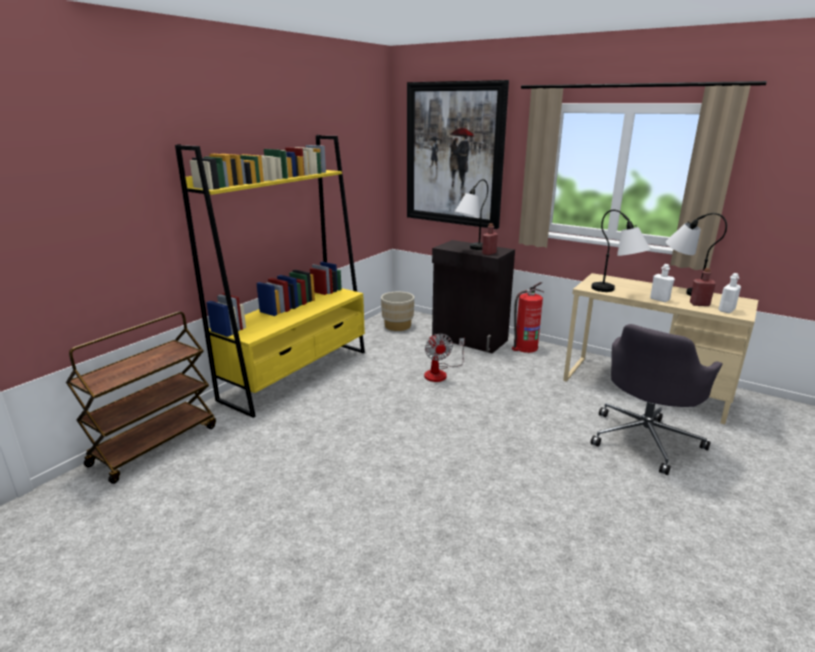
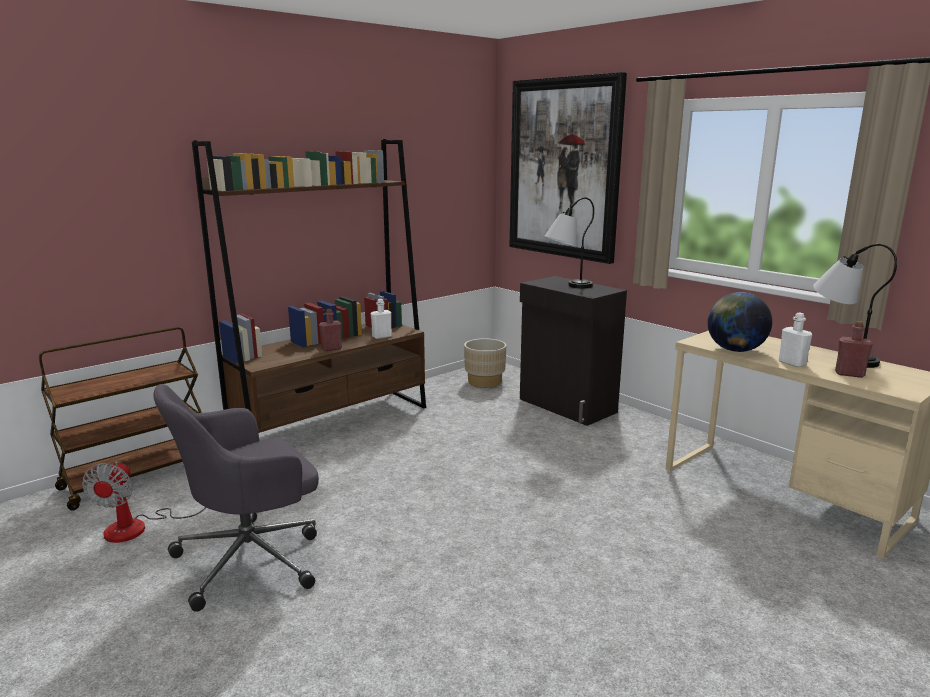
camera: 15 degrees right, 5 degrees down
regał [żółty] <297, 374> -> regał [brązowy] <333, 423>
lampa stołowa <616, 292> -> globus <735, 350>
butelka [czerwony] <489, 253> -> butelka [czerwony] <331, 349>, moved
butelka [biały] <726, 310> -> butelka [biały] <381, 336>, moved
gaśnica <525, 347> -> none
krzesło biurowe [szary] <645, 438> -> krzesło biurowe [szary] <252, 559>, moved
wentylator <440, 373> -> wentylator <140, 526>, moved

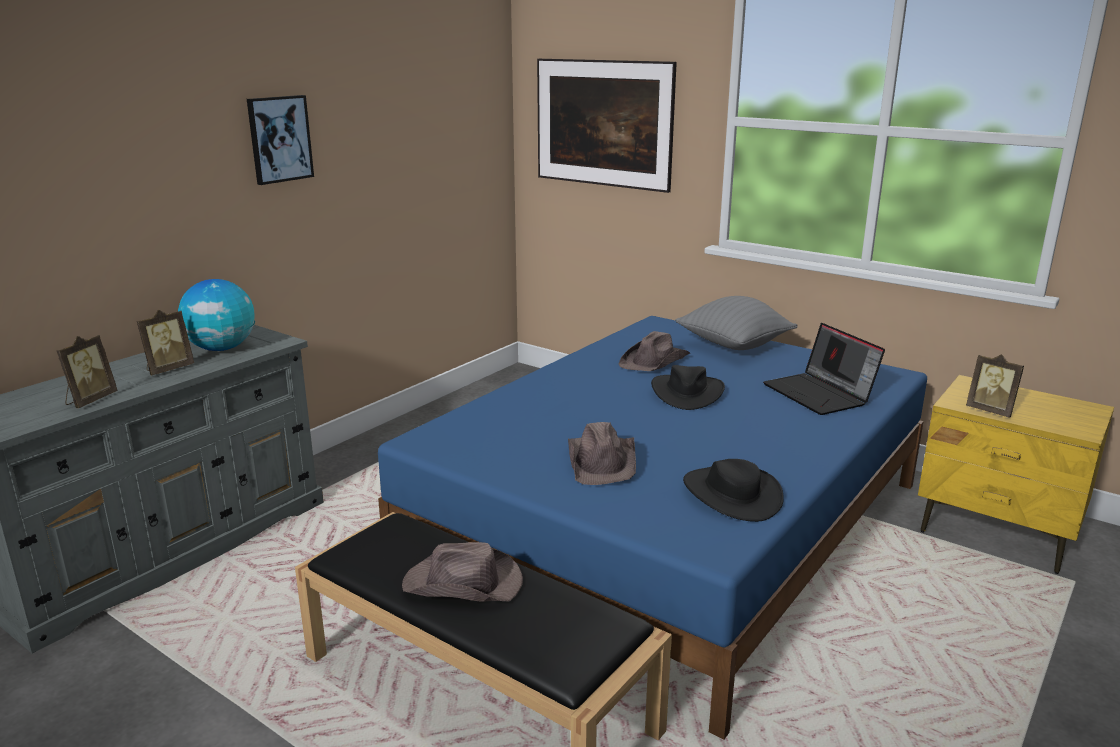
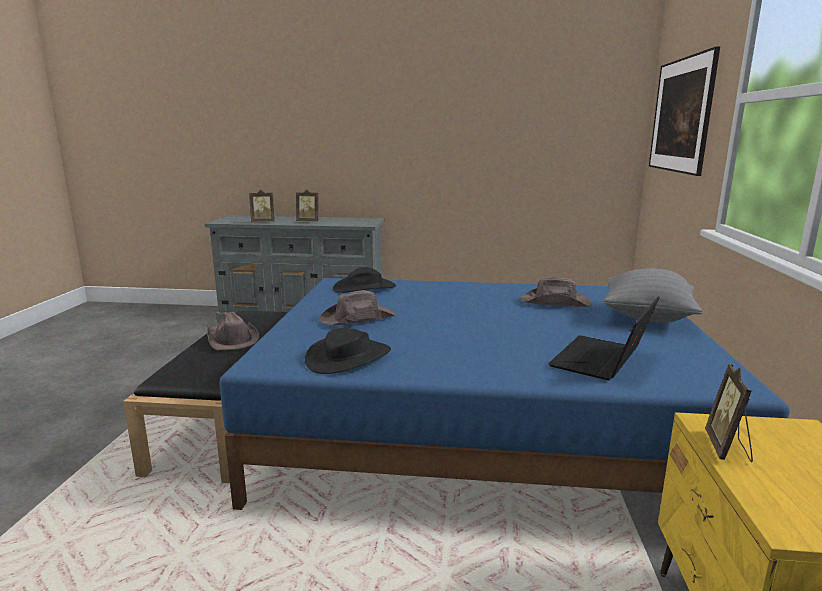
camera: 60 degrees right, 5 degrees down
obraz <279, 139> -> none
globus <222, 348> -> none
kapelusz [czarny] <687, 392> -> kapelusz [czarny] <364, 287>, moved

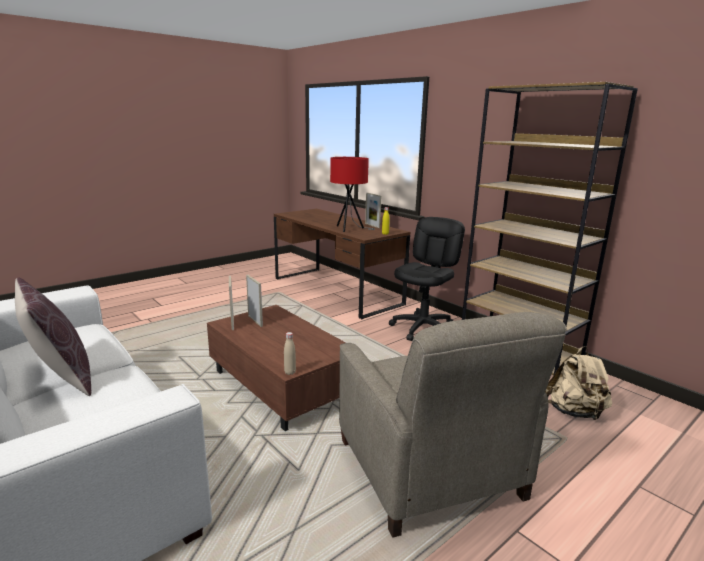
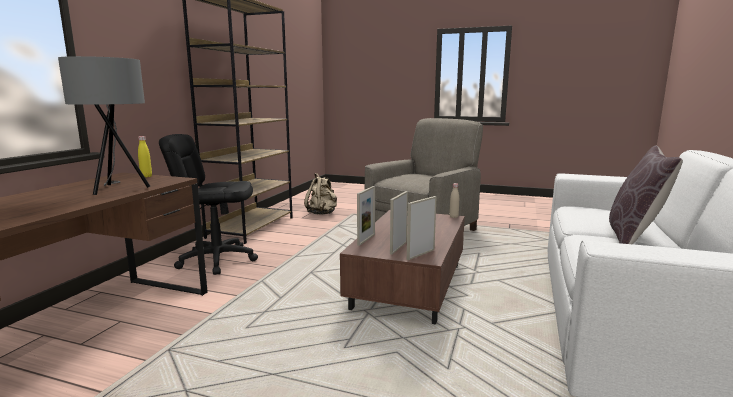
camera: 120 degrees left, 5 degrees down
lampa stołowa [czerwony] <350, 229> -> lampa stołowa [szary] <118, 189>
ramka na zdjęcie <372, 226> -> ramka na zdjęcie <366, 239>, moved

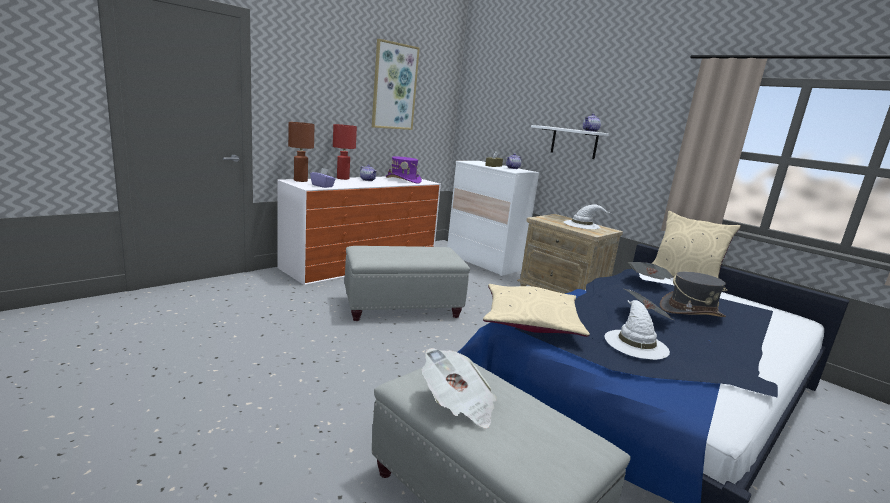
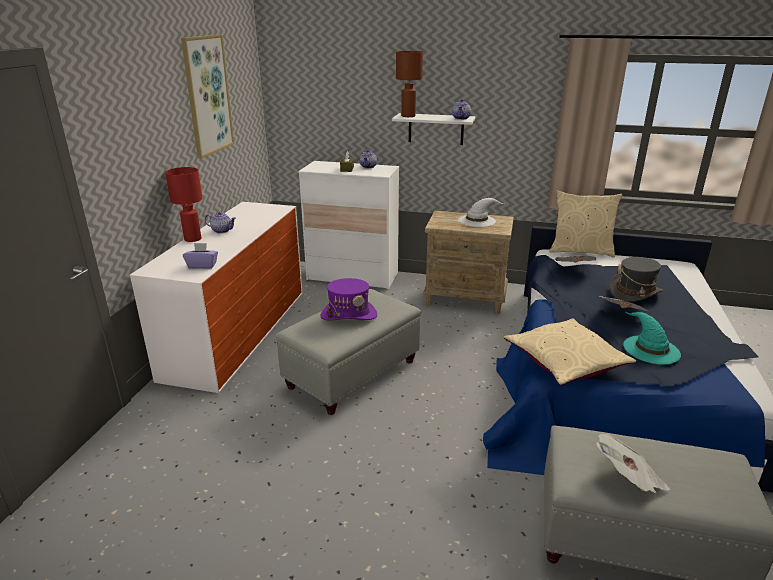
camera: 30 degrees left, 10 degrees up
lampa stołowa [brązowy] <301, 180> -> lampa stołowa [brązowy] <408, 116>, moved
kapelusz [fioletowy] <403, 180> -> kapelusz [fioletowy] <349, 315>, moved
kapelusz [biały] <635, 343> -> kapelusz [turkusowy] <650, 349>

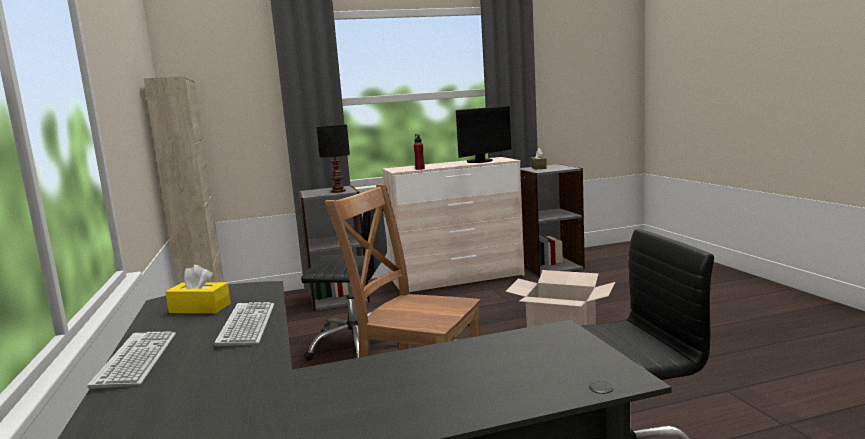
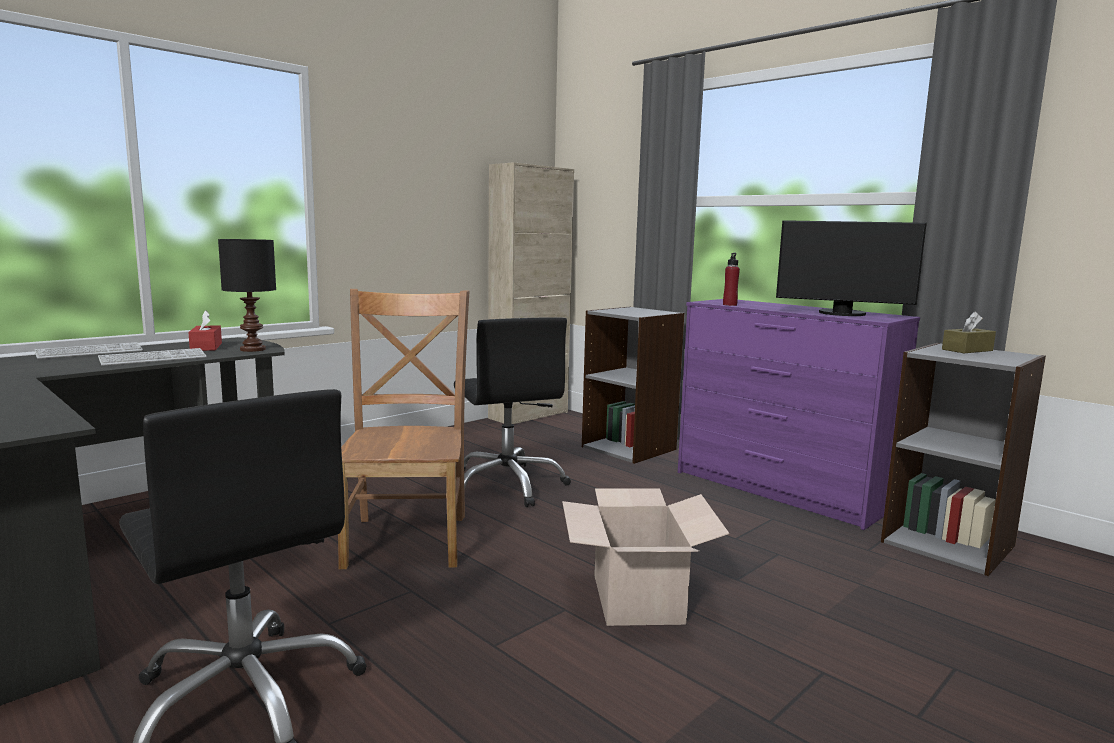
camera: 60 degrees right, 0 degrees up
lampa stołowa [czarny] <338, 191> -> lampa stołowa [czarny] <252, 349>, moved
komoda [beżowy] <458, 279> -> komoda [fioletowy] <779, 490>
pudełko chusteczek [żółty] <200, 308> -> pudełko chusteczek [czerwony] <206, 347>

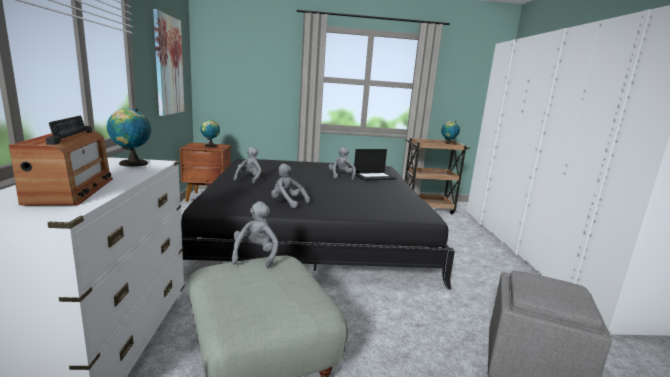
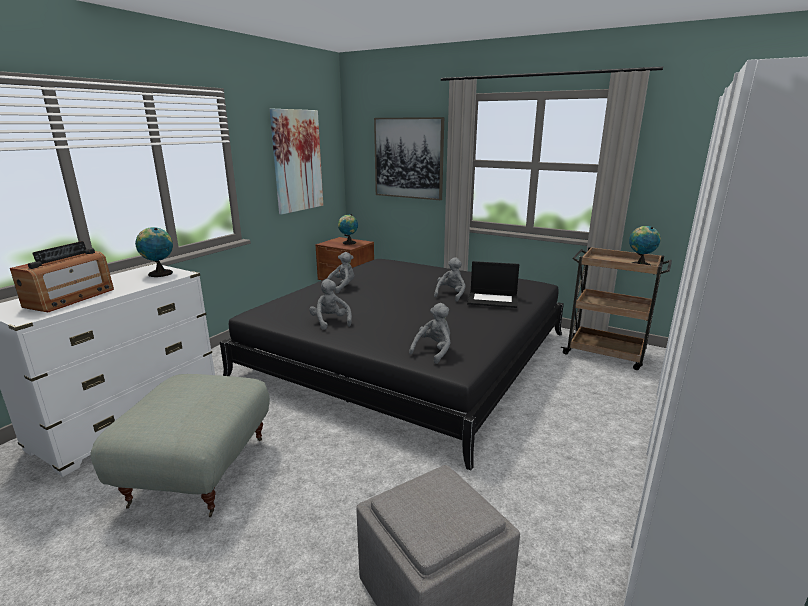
camera: 35 degrees right, 5 degrees up
pluszak [szary] <255, 255> -> pluszak [szary] <434, 351>, moved
none -> obraz <408, 158>

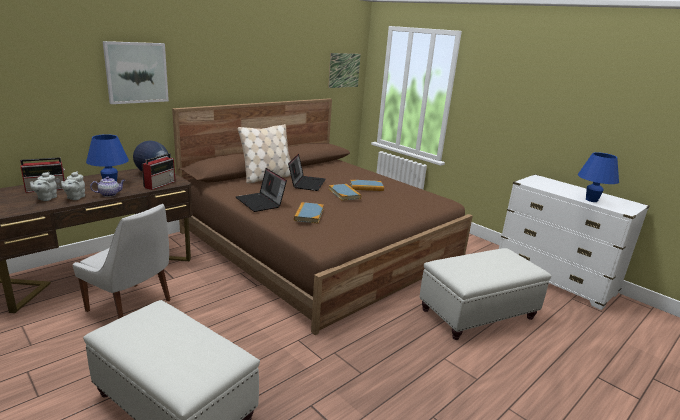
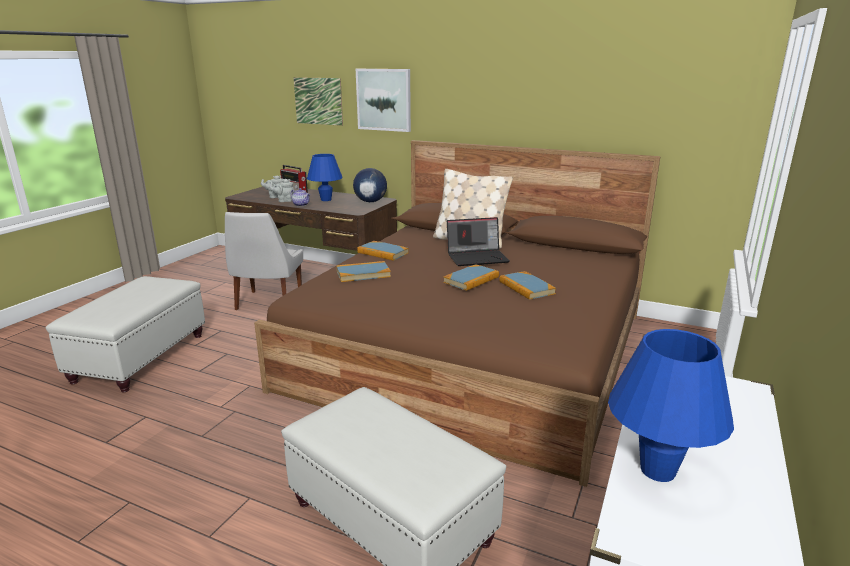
camera: 70 degrees right, 0 degrees up
obraz <344, 70> -> obraz <318, 101>, moved
radio <160, 184> -> none
laptop <261, 202> -> książka <383, 253>

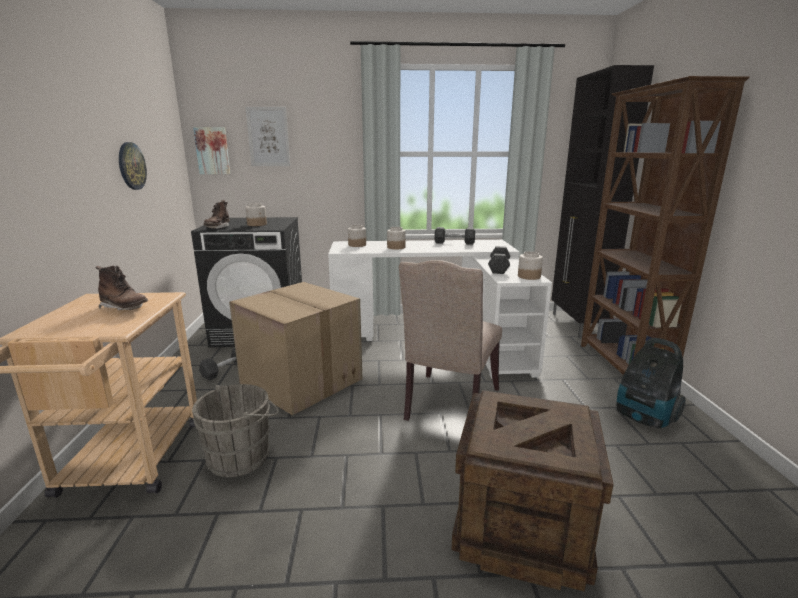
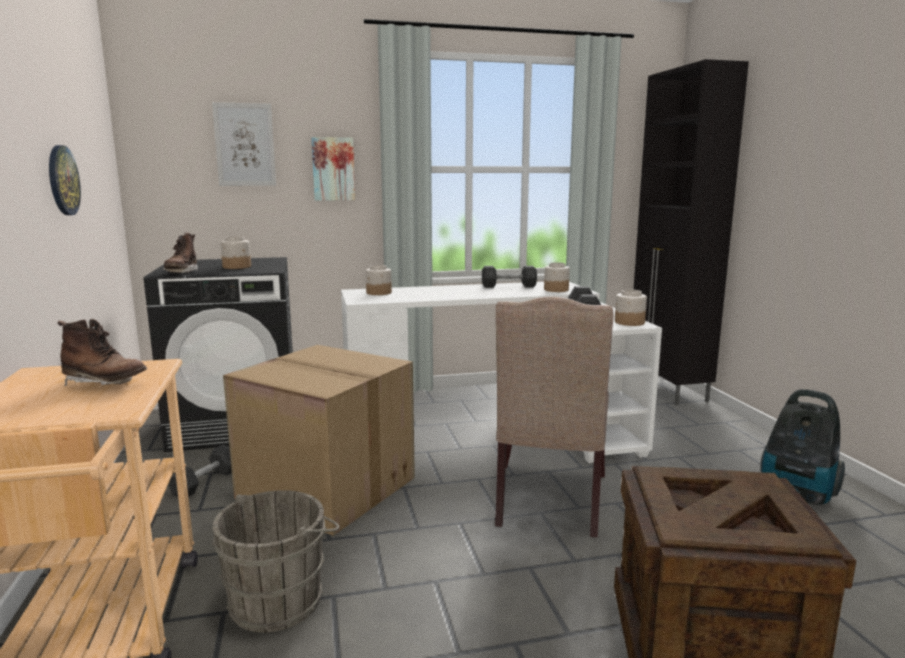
camera: 10 degrees left, 5 degrees down
regał [brązowy] <622, 366> -> none
obraz <213, 151> -> obraz <333, 169>, moved
słoik <396, 247> -> słoik <556, 290>, moved

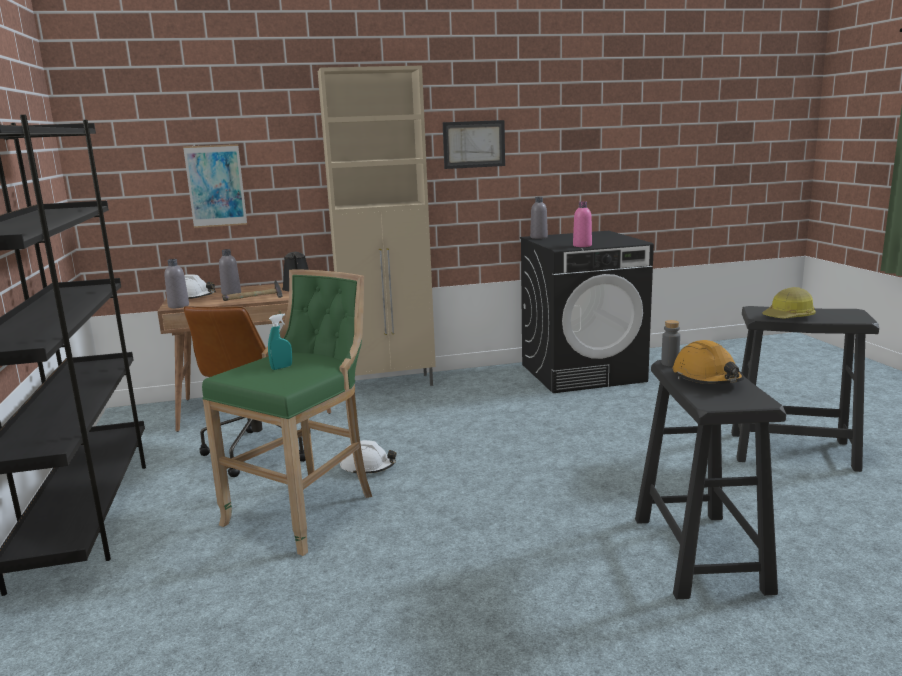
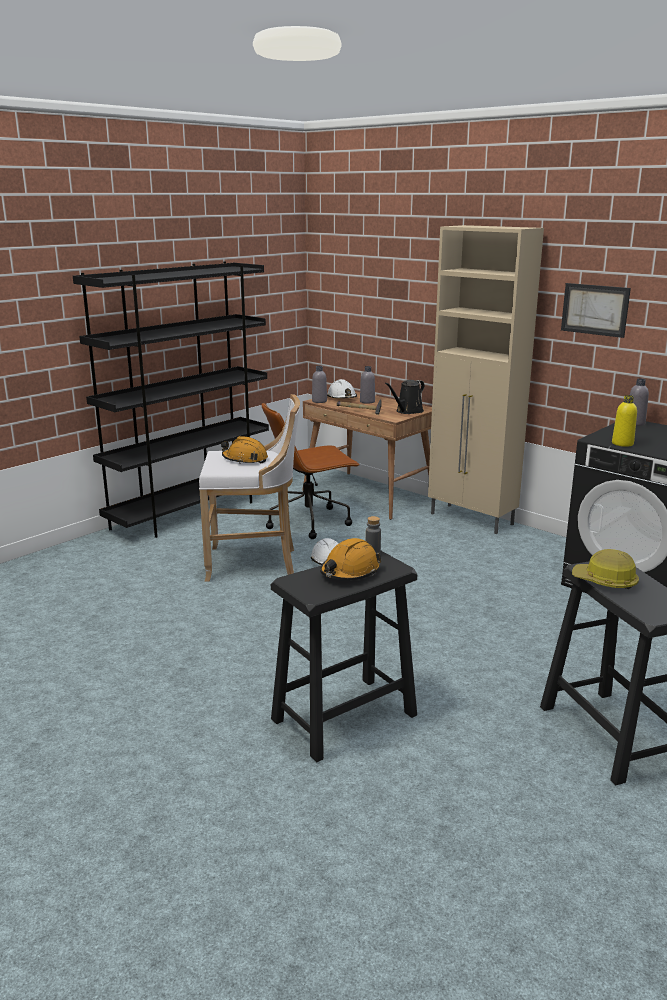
camera: 55 degrees right, 5 degrees up
obraz <216, 186> -> none
butelka [różowy] <582, 245> -> butelka [żółty] <622, 443>
stołek [zielony] <306, 510> -> stołek [biały] <254, 563>
spryskiwacz [turkusowy] <281, 367> -> kask [pomarańczowy] <245, 459>

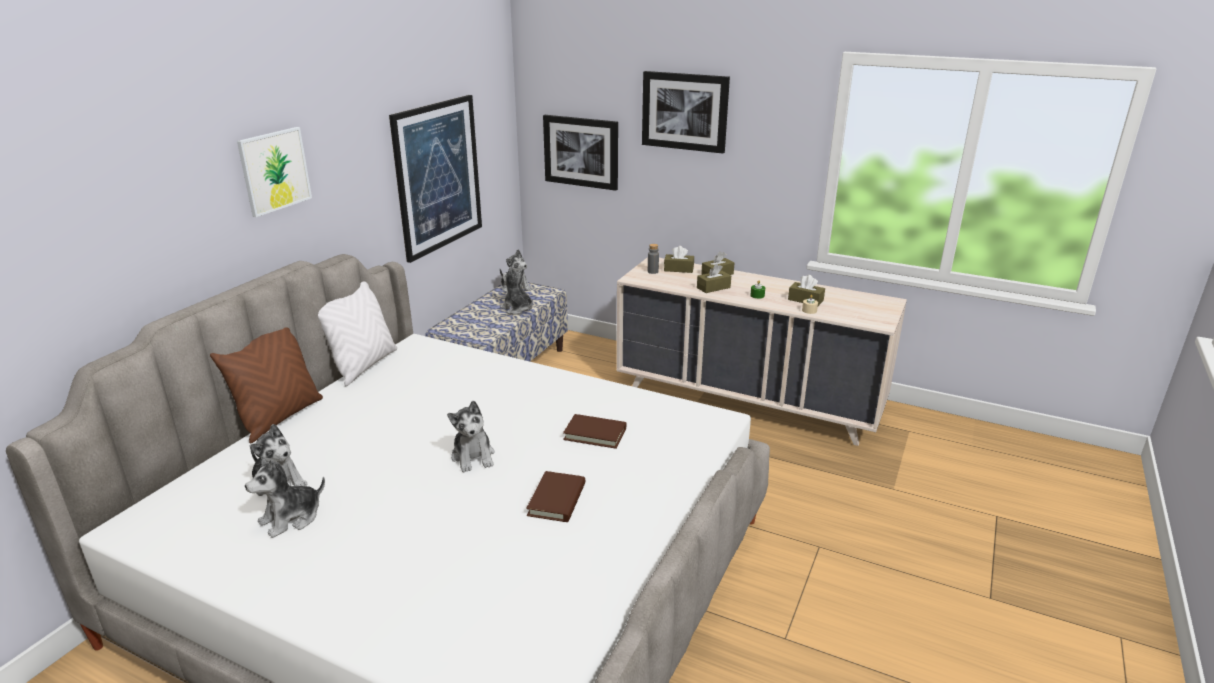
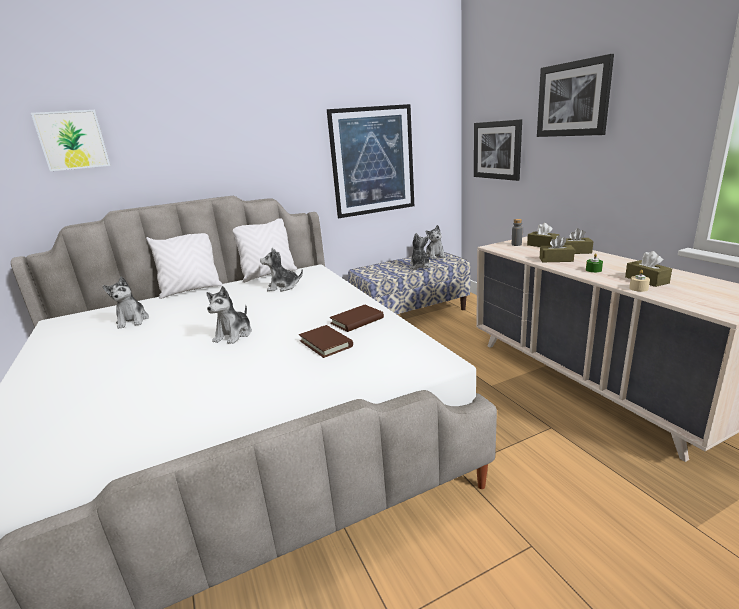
camera: 40 degrees right, 5 degrees down
obraz <274, 171> -> obraz <72, 140>, moved
poduszka [brązowy] <280, 418> -> poduszka [biały] <191, 290>
pluszak <291, 518> -> pluszak <283, 287>, moved
książka [brązowy] <557, 500> -> książka [brązowy] <357, 321>, moved

